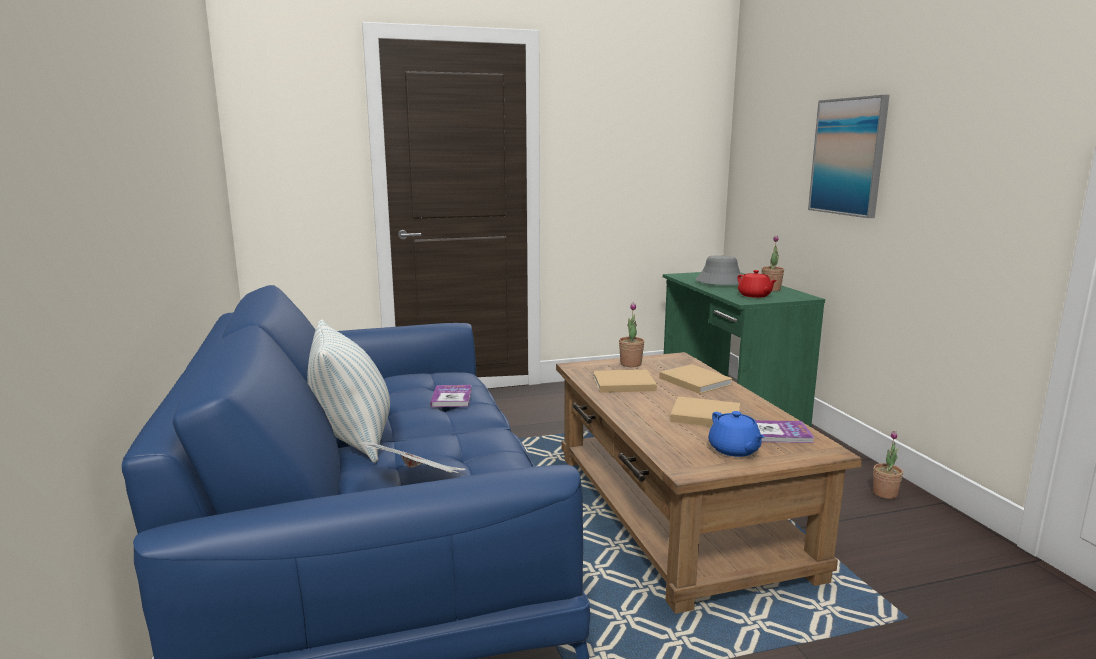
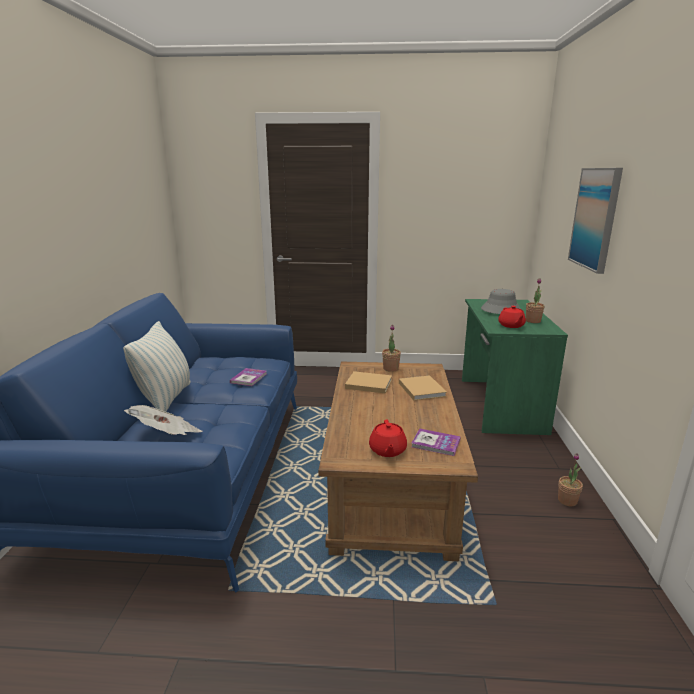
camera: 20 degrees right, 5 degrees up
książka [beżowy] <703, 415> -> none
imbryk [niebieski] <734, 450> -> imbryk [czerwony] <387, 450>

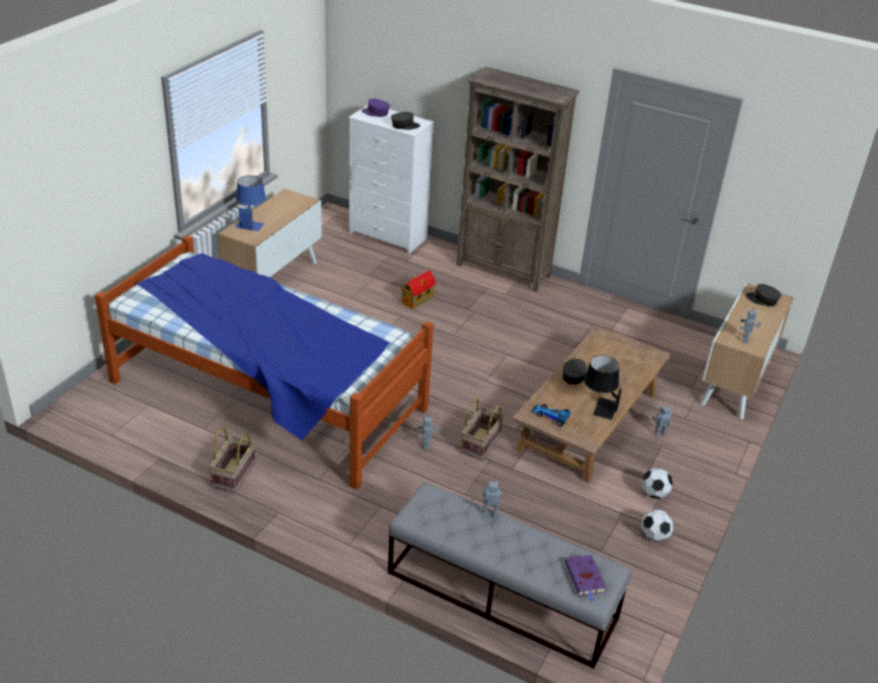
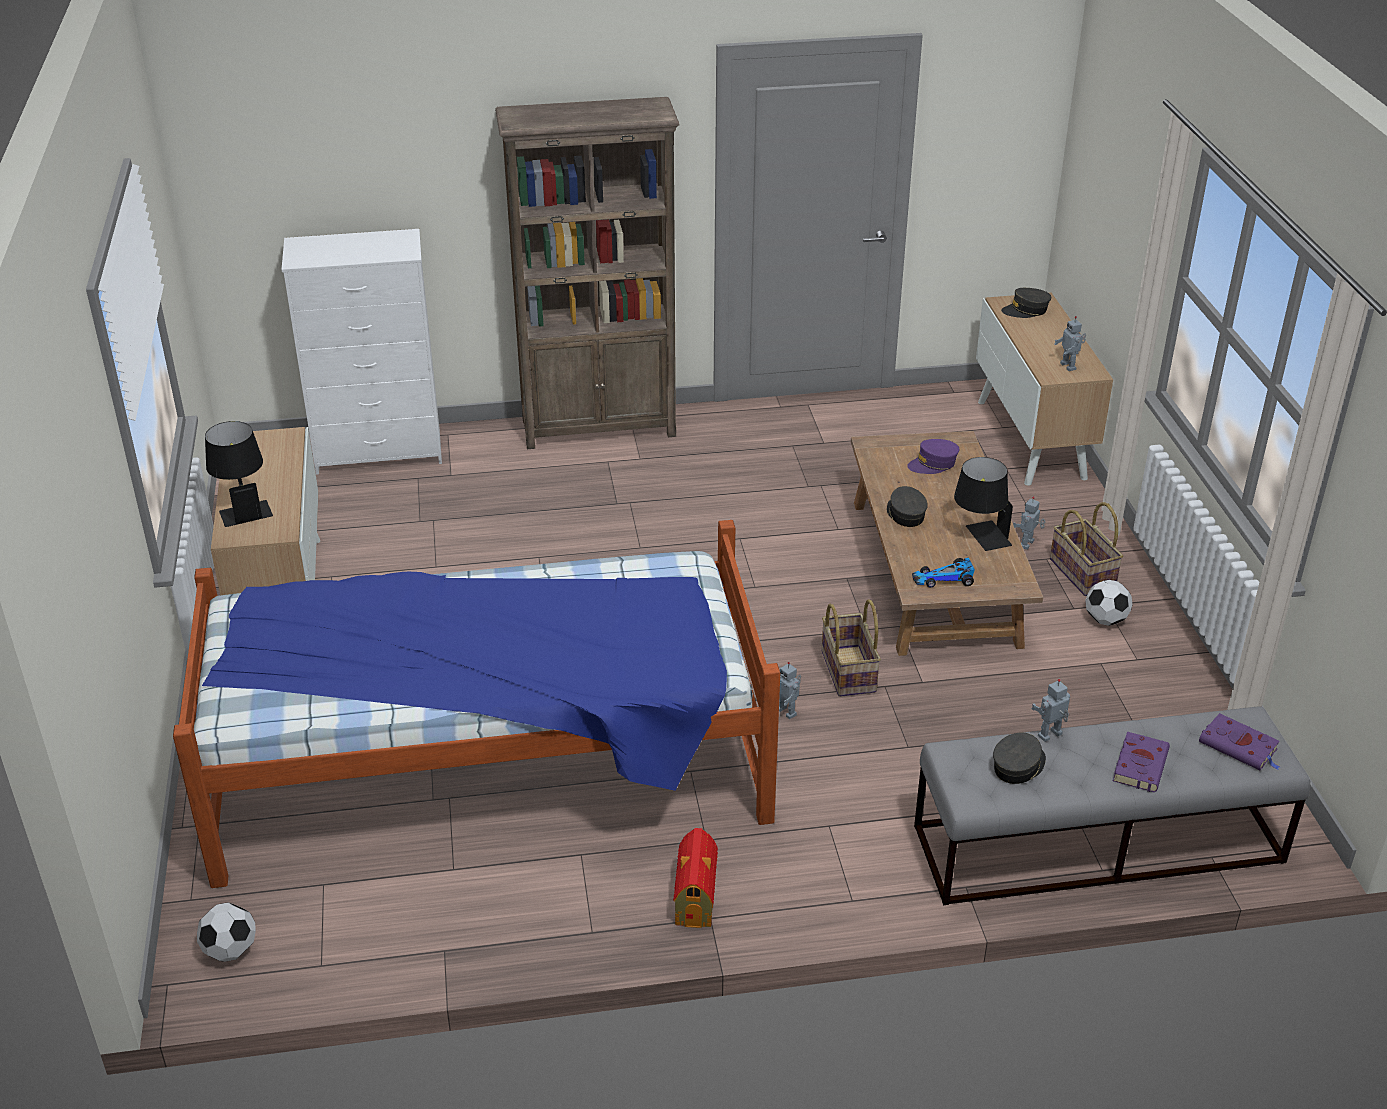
camera: 35 degrees left, 0 degrees up
czapka z daszkiem [fioletowy] <375, 113> -> czapka z daszkiem [fioletowy] <933, 464>, moved
czapka z daszkiem [szary] <404, 126> -> czapka z daszkiem [szary] <1018, 766>, moved
lampa stołowa [niebieski] <251, 222> -> lampa stołowa [czarny] <243, 508>
domek <418, 299> -> domek <696, 897>, moved
koszyk <234, 475> -> koszyk <1083, 573>, moved
piłka futbolowa <654, 536> -> piłka futbolowa <231, 950>, moved
none -> książka [fioletowy] <1140, 764>

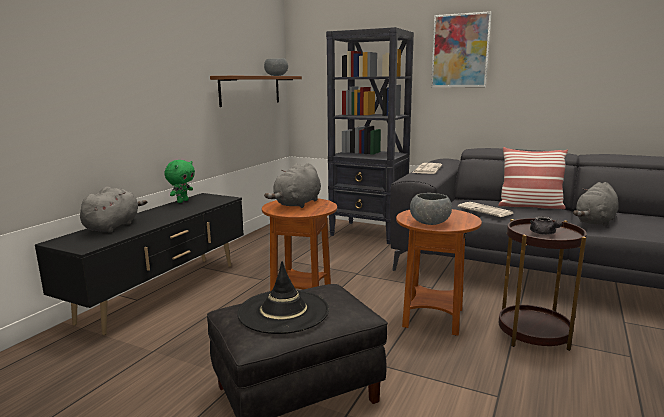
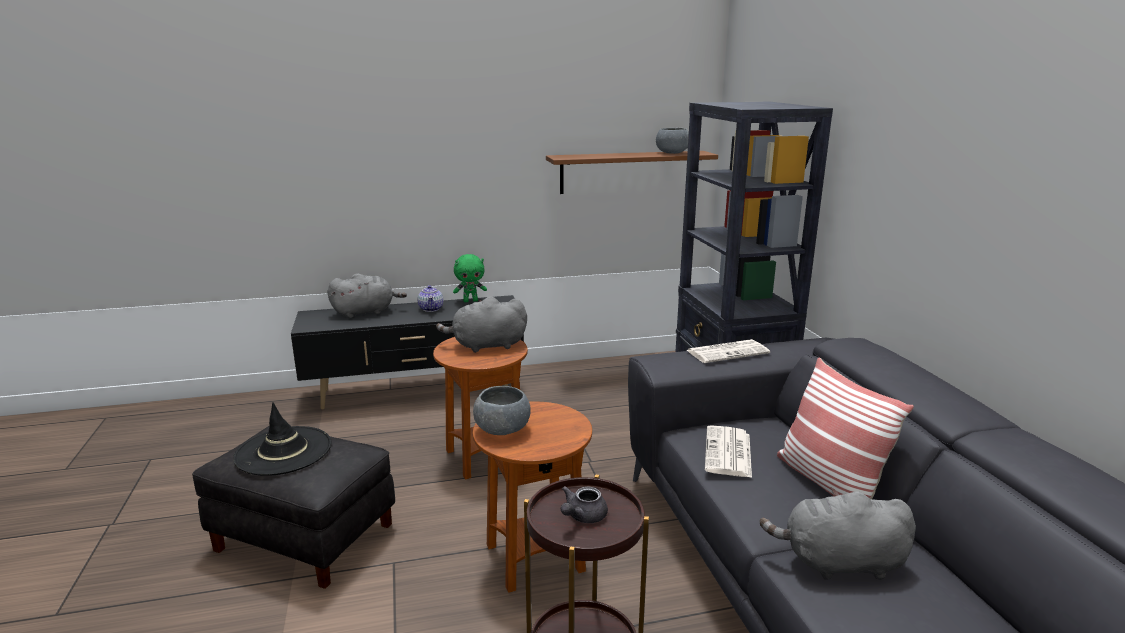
camera: 50 degrees right, 5 degrees up
obraz <460, 51> -> none
none -> imbryk <431, 308>

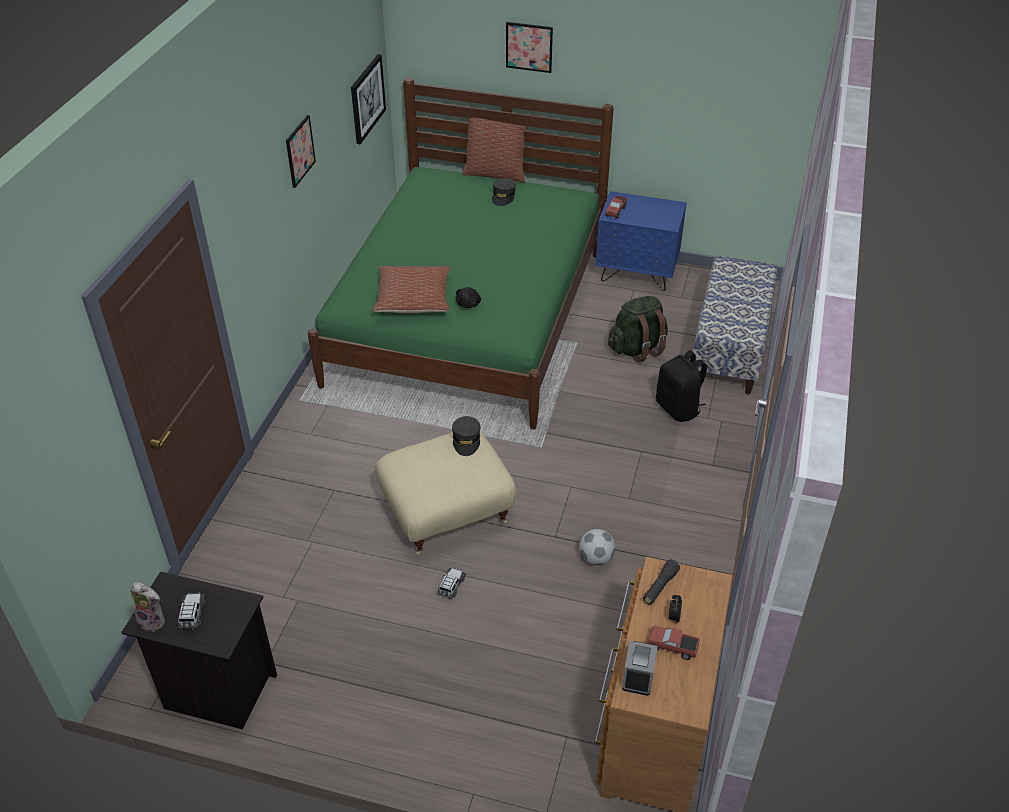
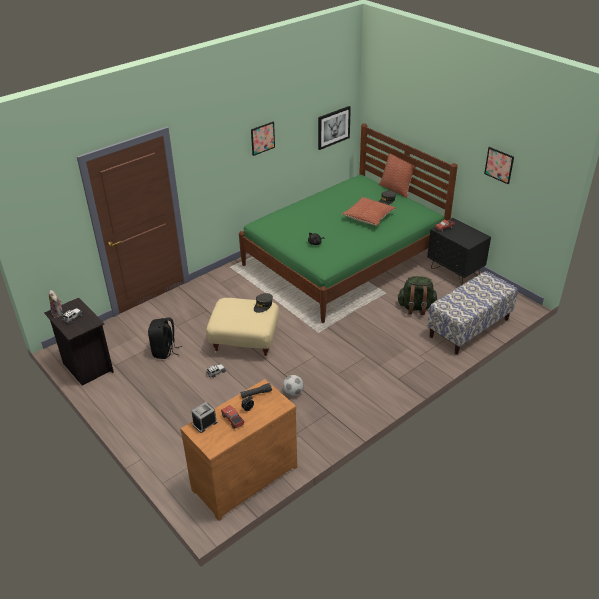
camera: 35 degrees right, 5 degrees down
obraz <529, 47> -> obraz <499, 165>, moved
szafka nocna [niebieski] <637, 274> -> szafka nocna [czarny] <455, 272>
poduszka <413, 299> -> poduszka <368, 217>, moved
plecak [czarny] <678, 408> -> plecak [czarny] <165, 351>, moved

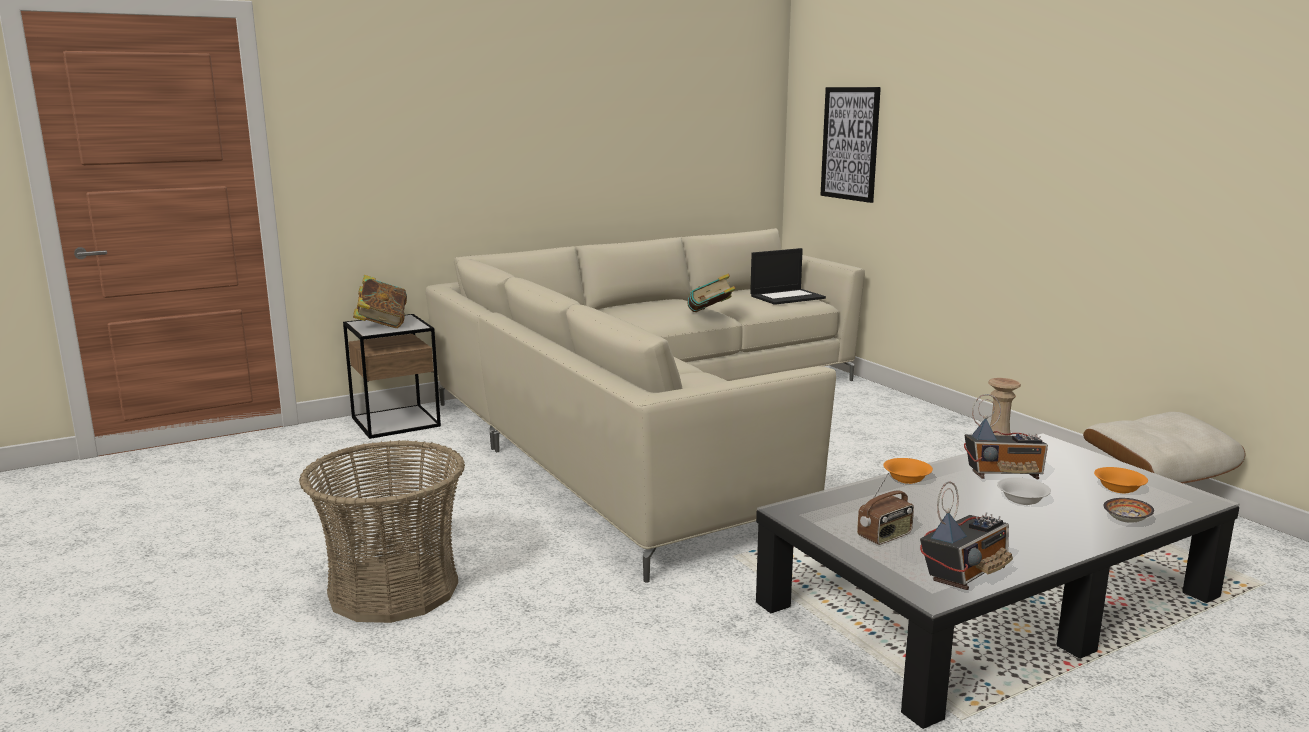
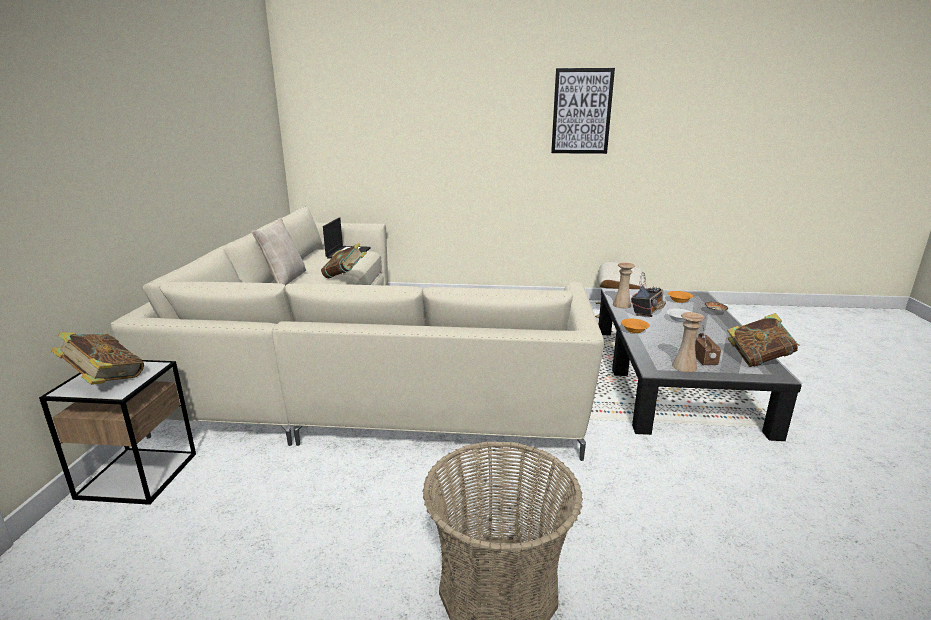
camera: 55 degrees left, 5 degrees up
obraz <850, 143> -> obraz <581, 111>, moved
radio <965, 574> -> książka <758, 360>
none -> poduszka [beżowy] <285, 279>
none -> wazon [beżowy] <684, 366>

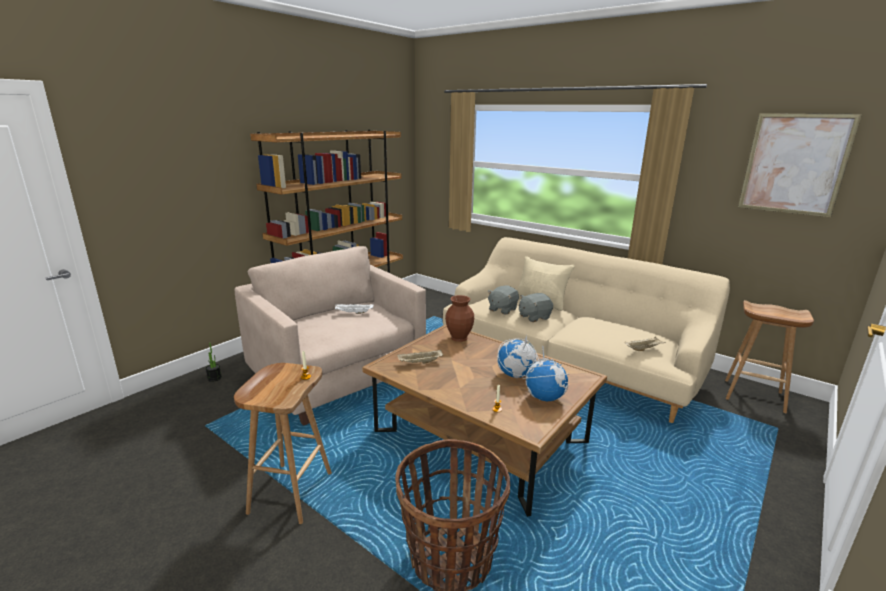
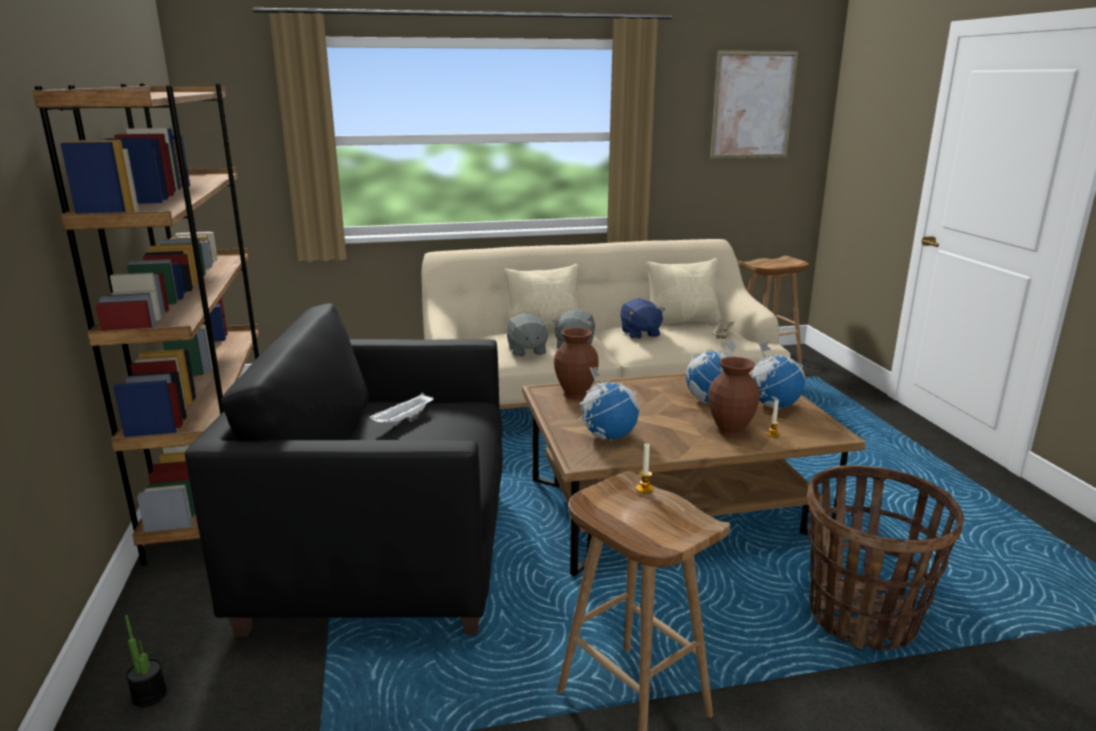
camera: 50 degrees left, 0 degrees up
fotel [beżowy] <337, 378> -> fotel [czarny] <385, 556>
taca [beżowy] <420, 363> -> globus <608, 436>
none -> poduszka [beżowy] <683, 321>
none -> pluszak [niebieski] <640, 333>
none -> wazon [brązowy] <729, 430>

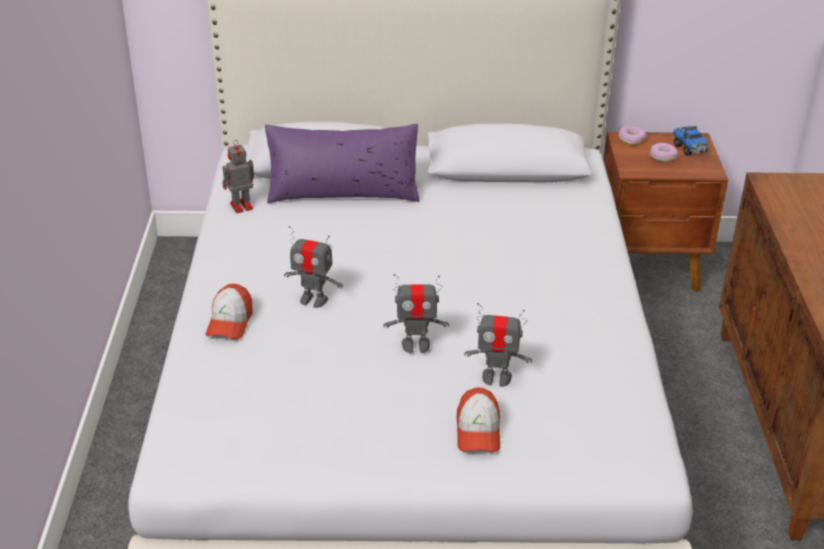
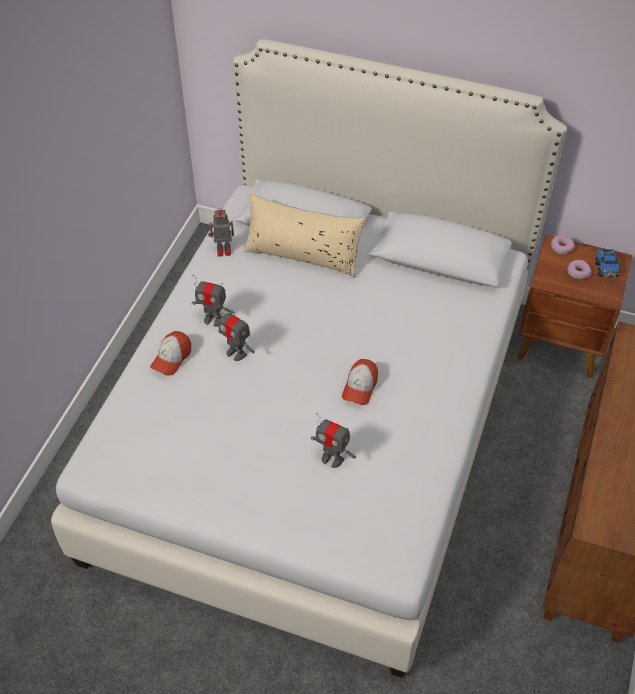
camera: 20 degrees right, 15 degrees up
poduszka [fioletowy] <343, 192> -> poduszka [beżowy] <303, 254>
robot zabawkowy <416, 345> -> robot zabawkowy <213, 319>, moved
czapka z daszkiem <478, 431> -> czapka z daszkiem <360, 387>, moved

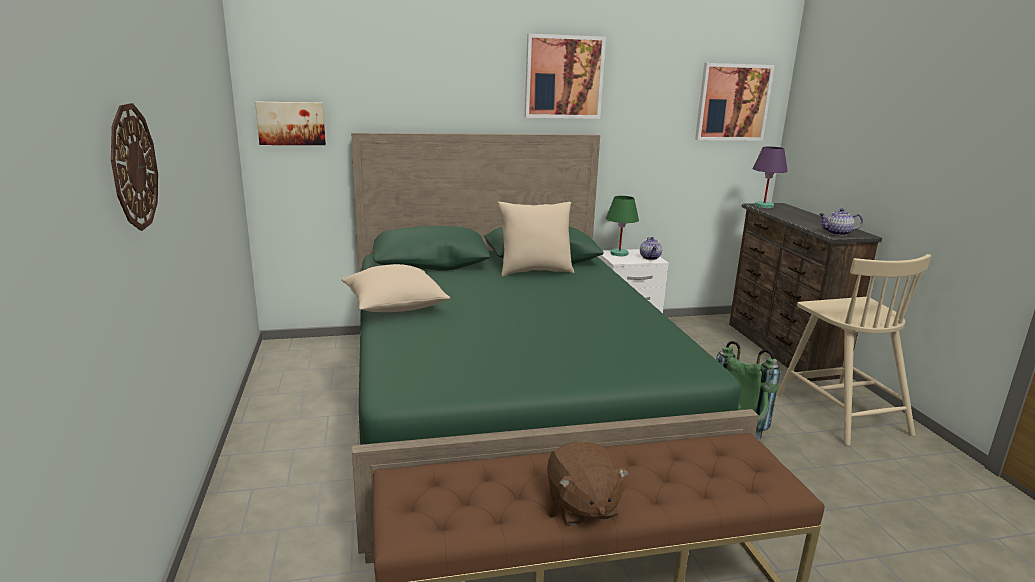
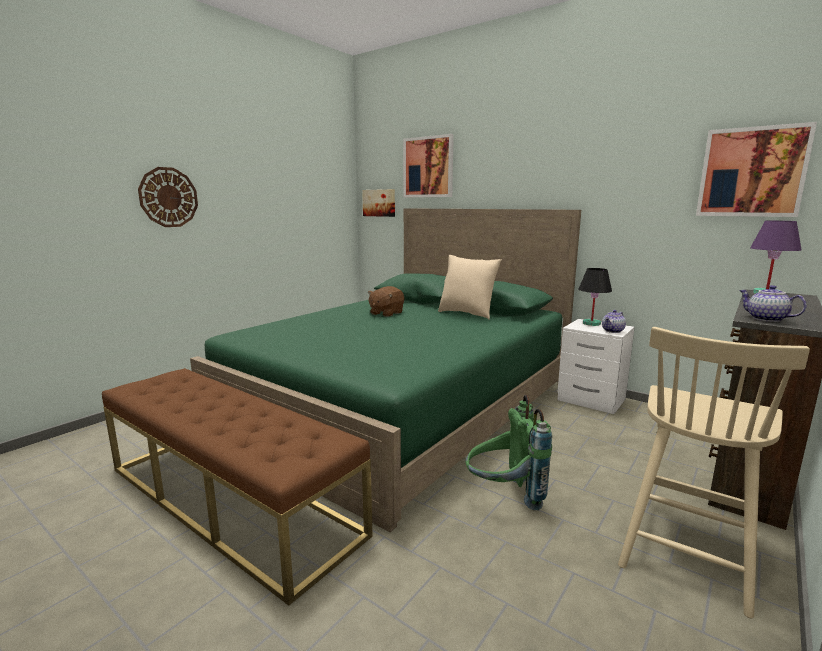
camera: 50 degrees right, 5 degrees down
obraz <563, 77> -> obraz <428, 167>, moved
lampa stołowa [zielony] <618, 253> -> lampa stołowa [czarny] <591, 323>
poduszka [beżowy] <394, 307> -> none
pluszak [brązowy] <581, 506> -> pluszak [brązowy] <386, 313>, moved

